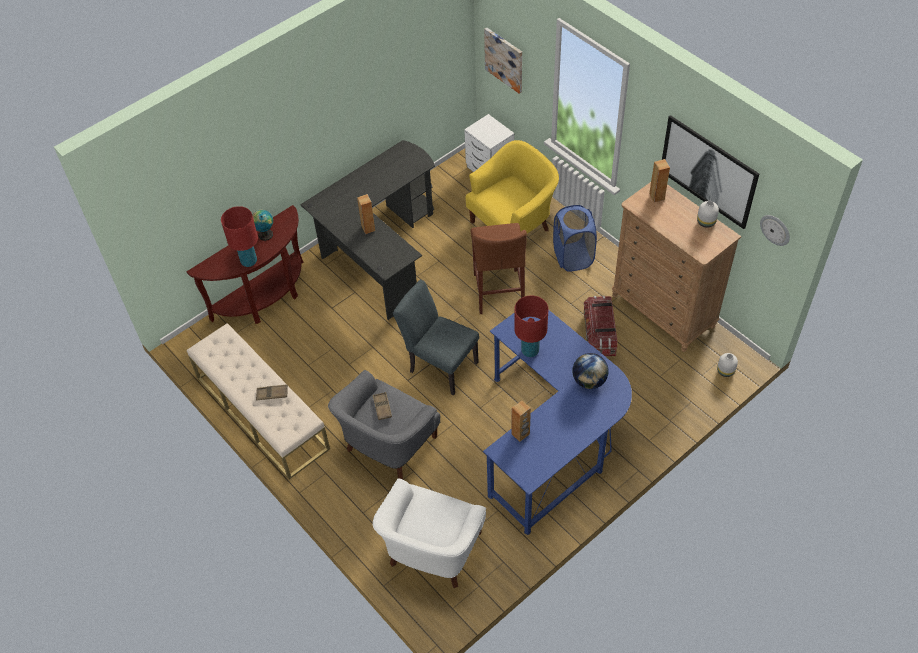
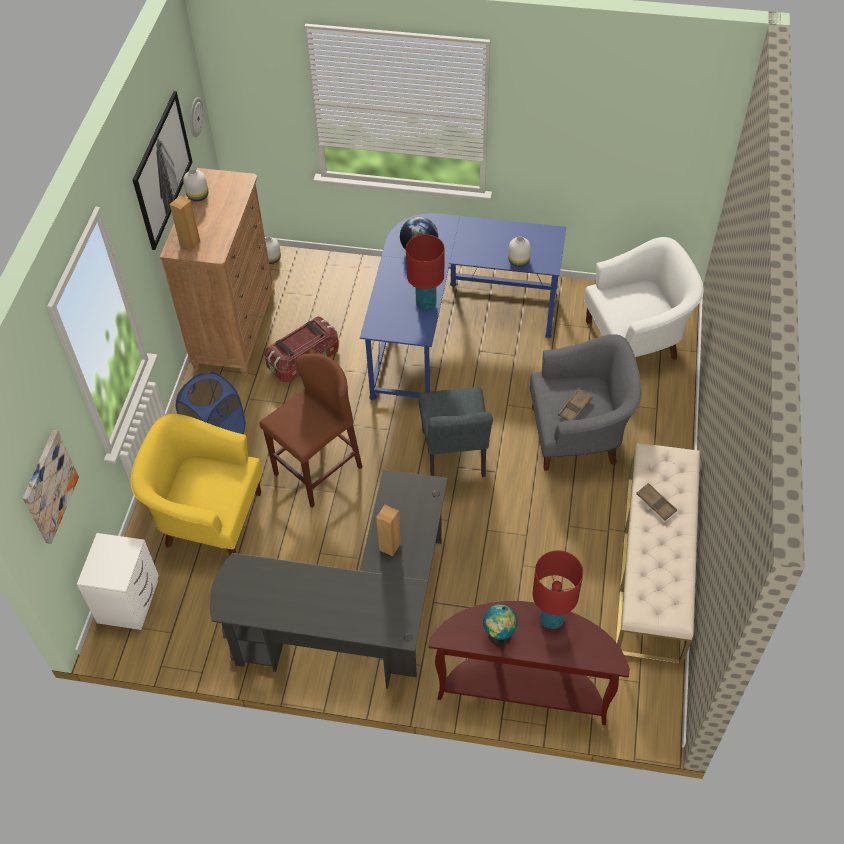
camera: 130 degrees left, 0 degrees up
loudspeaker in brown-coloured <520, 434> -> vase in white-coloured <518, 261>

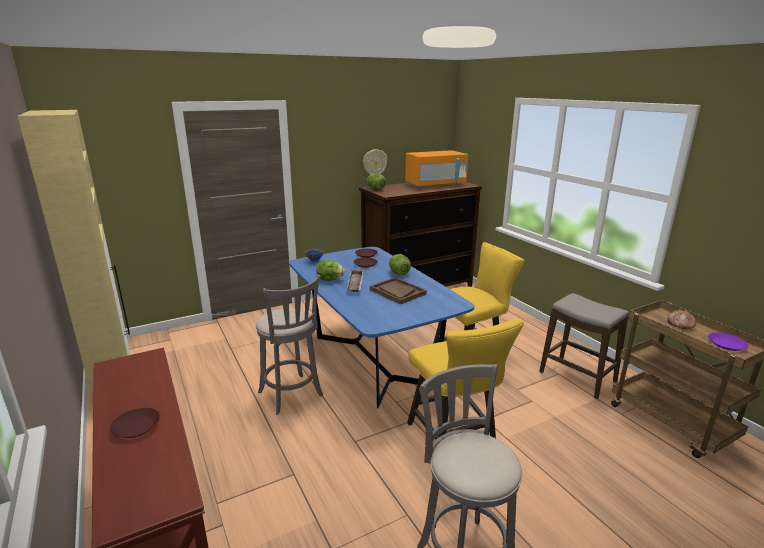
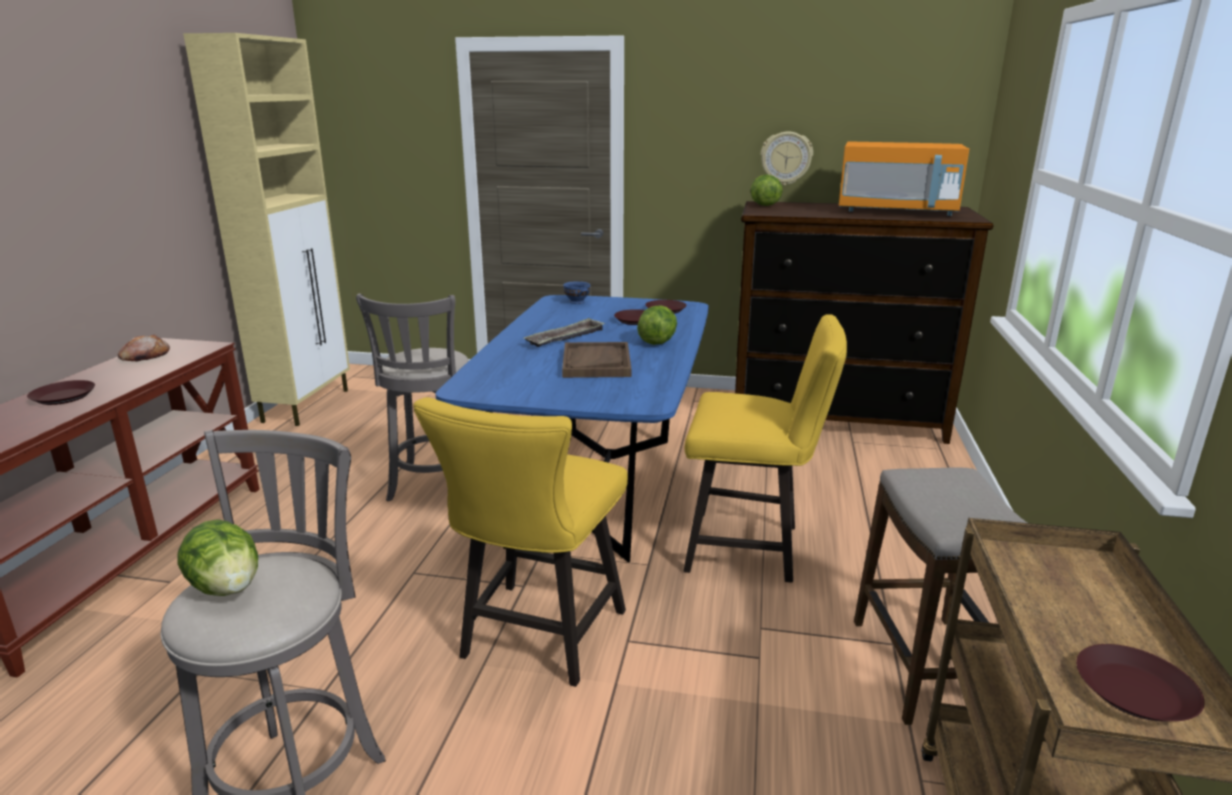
camera: 40 degrees right, 0 degrees up
lettuce head <329, 279> -> lettuce head <227, 587>, relocated
baked bread <680, 324> -> baked bread <145, 357>, relocated
plate in purplish <726, 344> -> plate in brown-coloured <1135, 691>

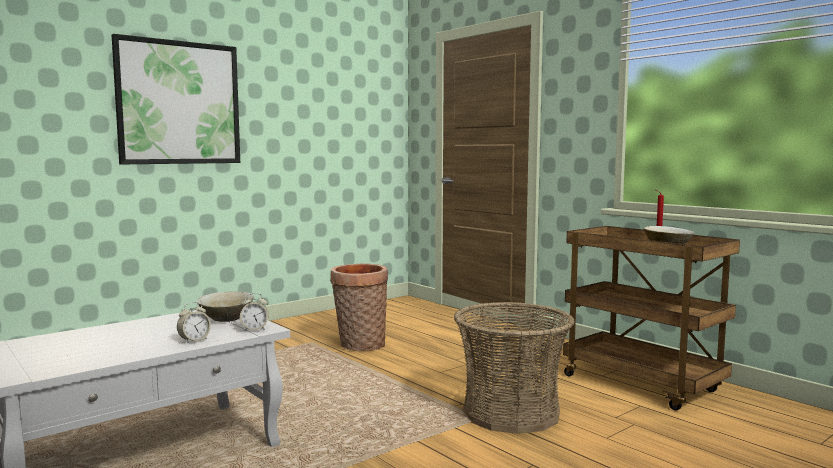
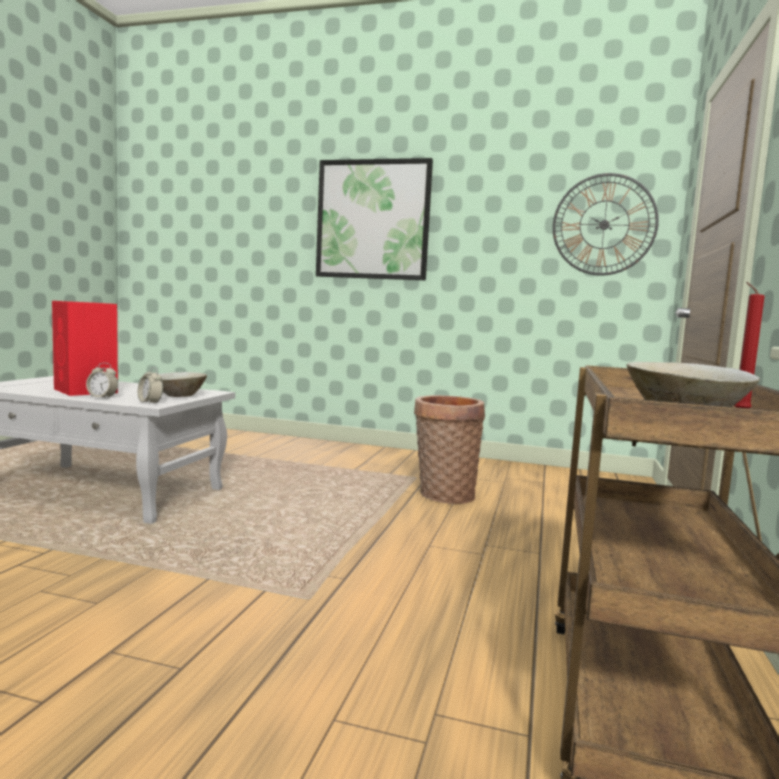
camera: 55 degrees right, 0 degrees up
household basket <511, 412> -> none
none -> loudspeaker in reddish <86, 391>
none -> wall clock <604, 224>

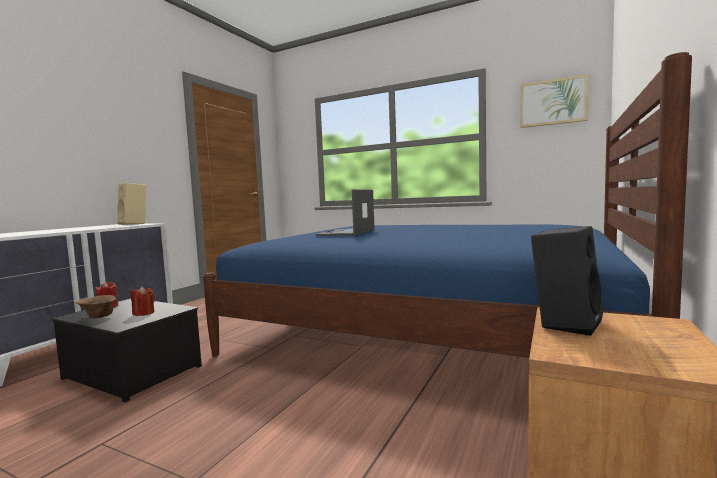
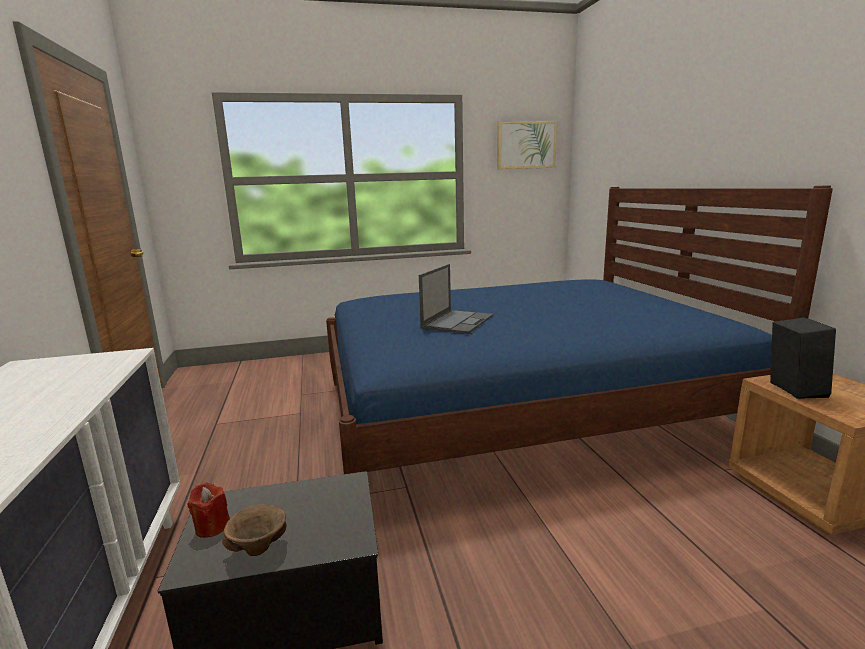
camera: 40 degrees left, 10 degrees up
loudspeaker in beige <134, 224> -> none
candle in reddish <143, 313> -> none
laptop <346, 233> -> laptop <458, 321>, 135 degrees counterclockwise

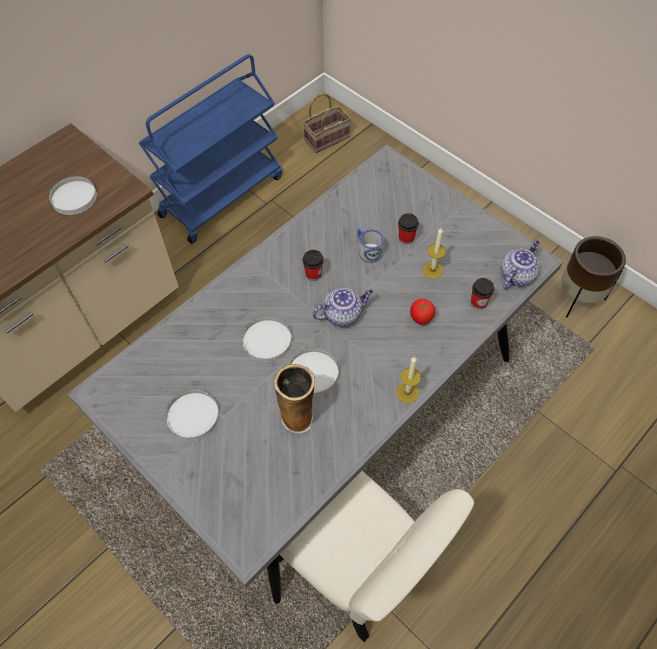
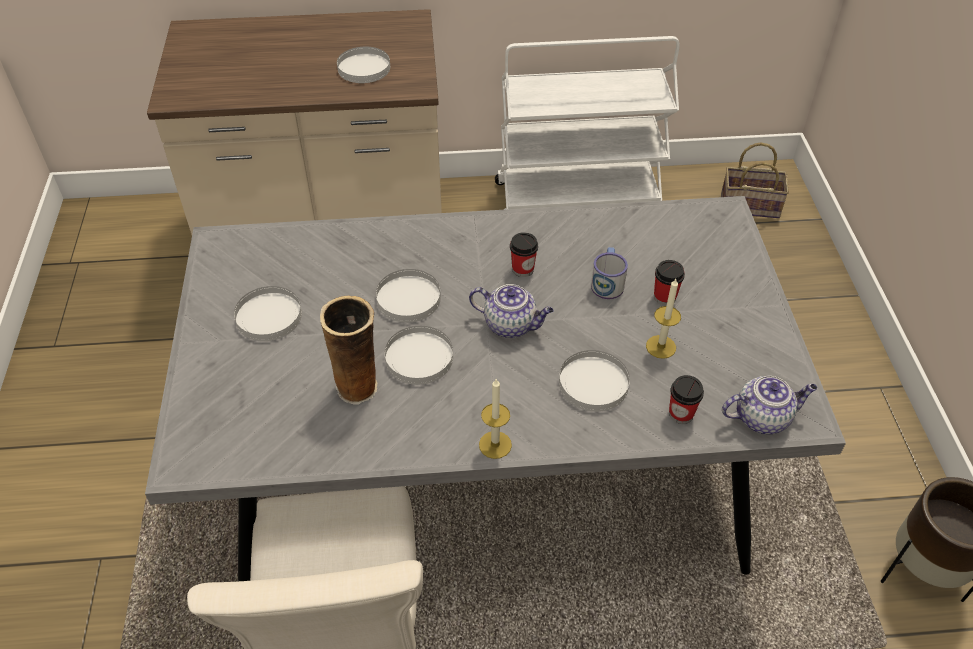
camera: 40 degrees right, 10 degrees down
tomato <420, 318> -> plate in white-coloured <593, 384>
trolley in blue <222, 195> -> trolley in white-coloured <578, 197>

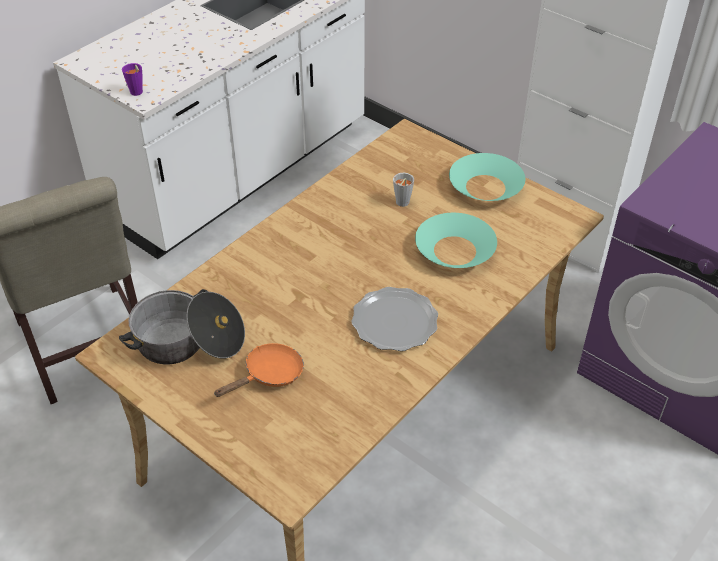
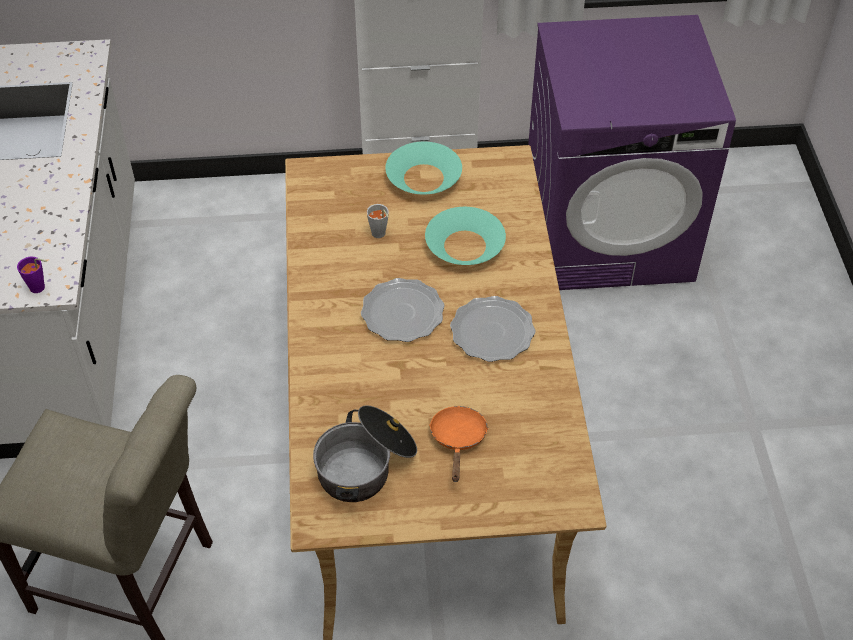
camera: 45 degrees left, 5 degrees up
none -> plate <403, 313>

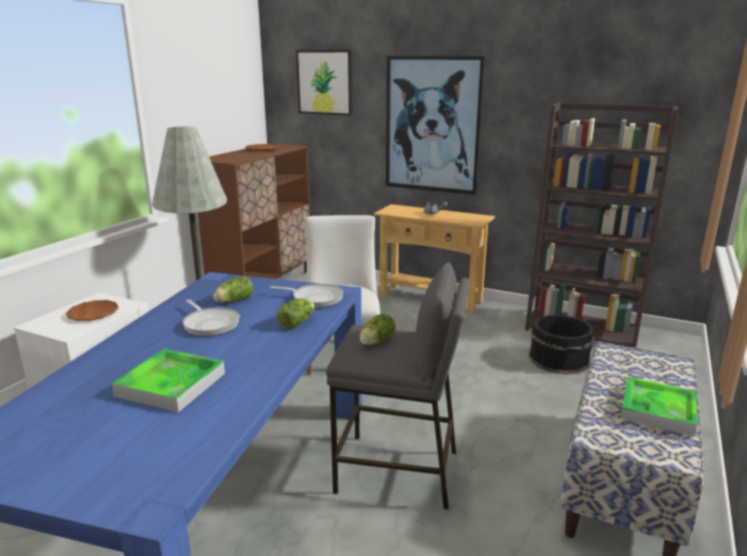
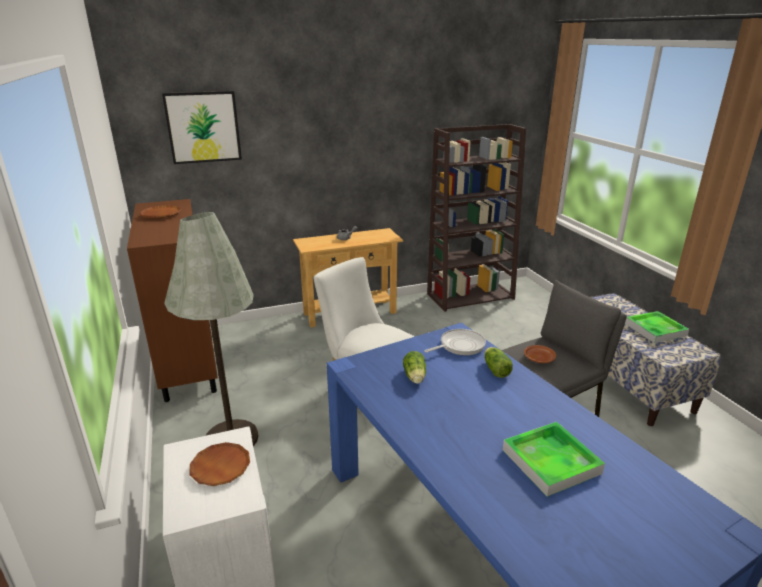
camera: 45 degrees left, 5 degrees up
skillet <210, 324> -> none
wall art <432, 125> -> none
pail in black <558, 359> -> none
lettuce head <375, 342> -> plate in brown-coloured <539, 358>

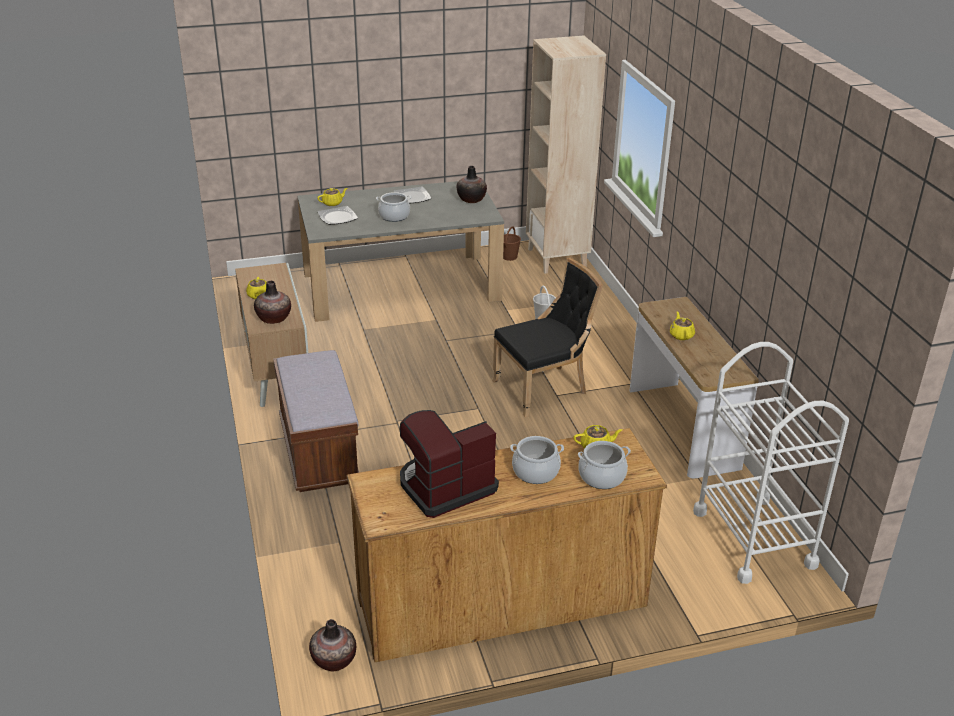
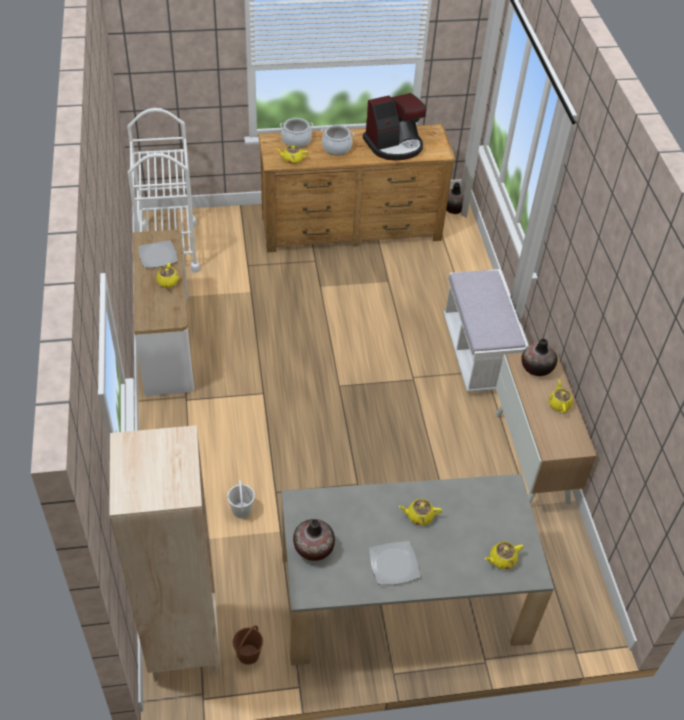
camera: 175 degrees left, 15 degrees up
upright chair in black <544, 388> -> none
plate <338, 217> -> plate <157, 256>, relocated
cooking pot <394, 216> -> pot for tea in yellow-coloured <419, 516>
long seat in brown-coloured <318, 452> -> long seat in white-coloured <478, 353>

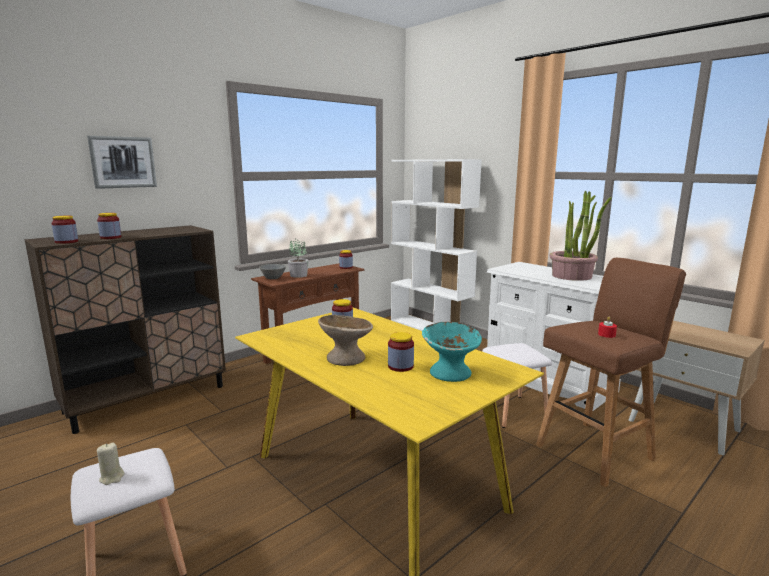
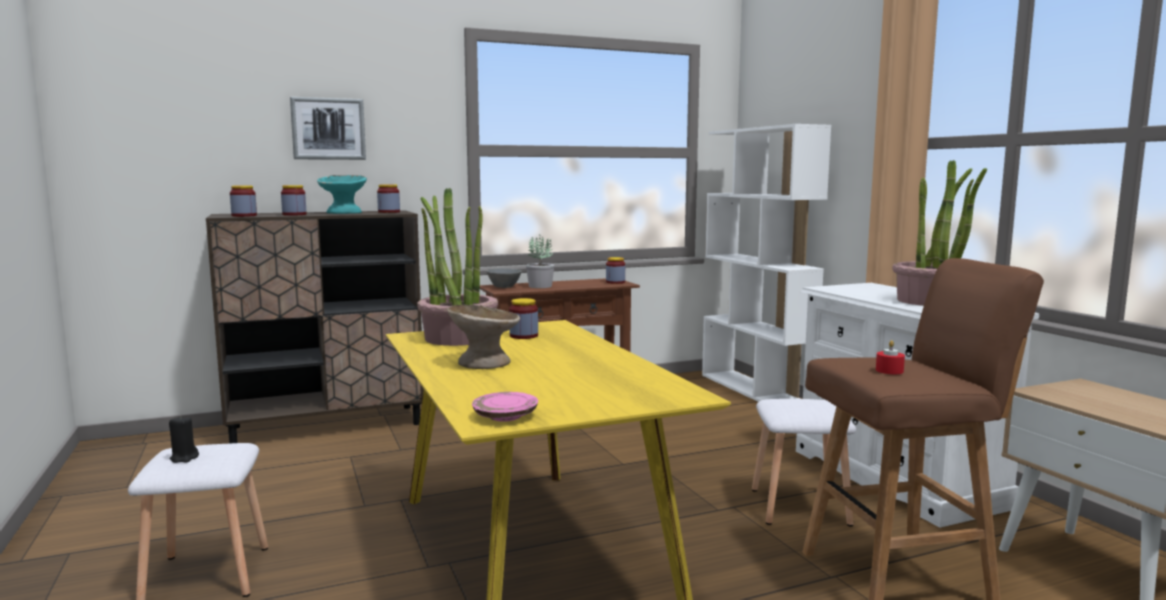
camera: 20 degrees right, 5 degrees down
none -> potted plant <458, 338>
none -> plate in pinkish <505, 416>
storage jar <400, 366> -> storage jar <389, 212>, relocated
deep dish in turquoise-coloured <450, 373> -> deep dish in turquoise-coloured <344, 213>, relocated
candle in beige <112, 477> -> candle in black <184, 458>

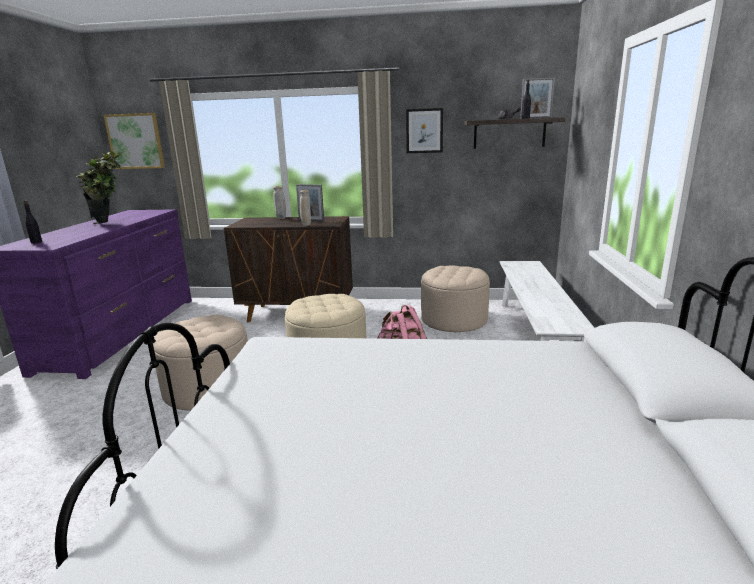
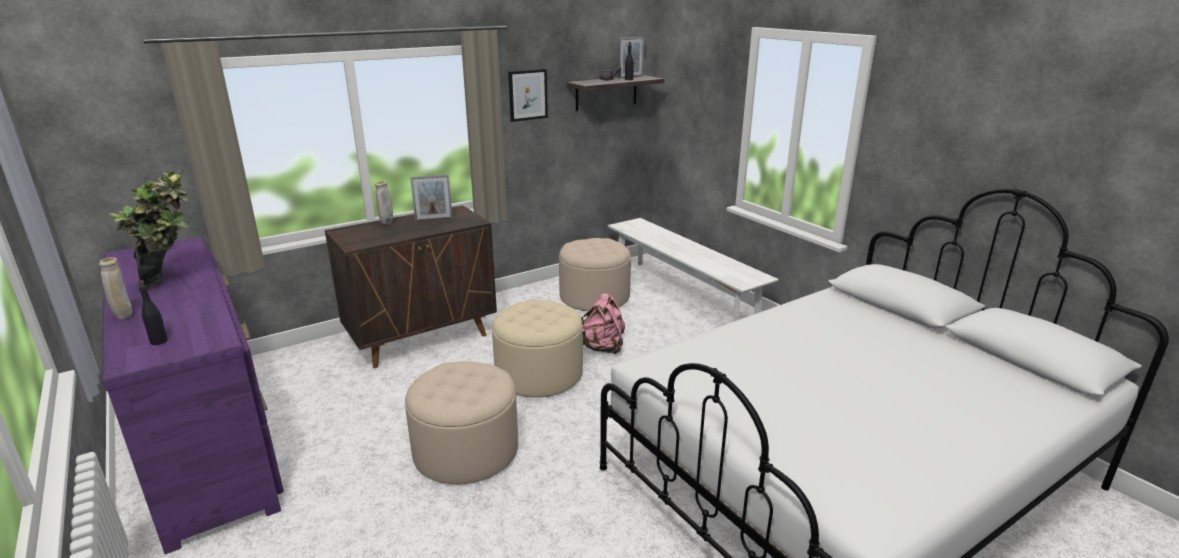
camera: 40 degrees left, 5 degrees up
wall art <135, 141> -> none
vase in beige <306, 225> -> vase in beige <124, 317>, relocated

